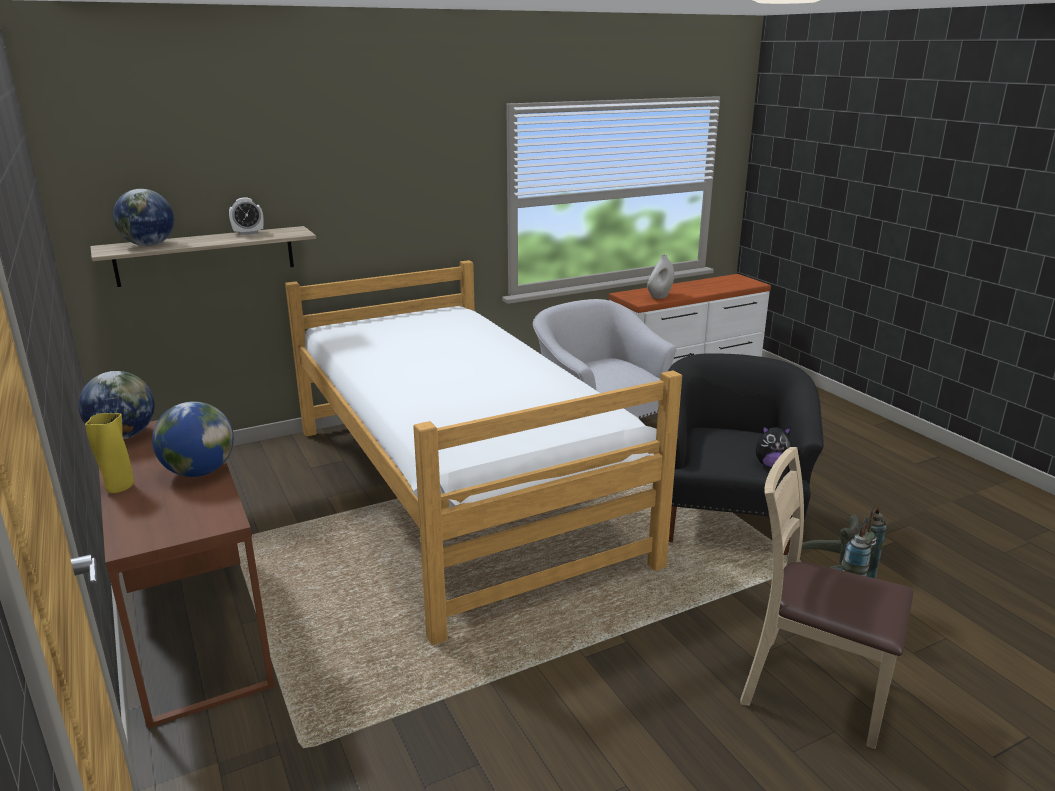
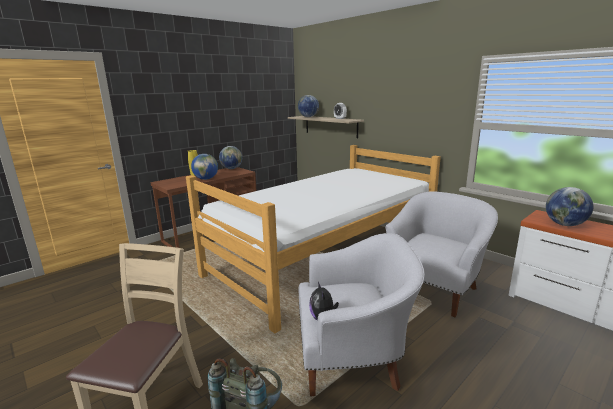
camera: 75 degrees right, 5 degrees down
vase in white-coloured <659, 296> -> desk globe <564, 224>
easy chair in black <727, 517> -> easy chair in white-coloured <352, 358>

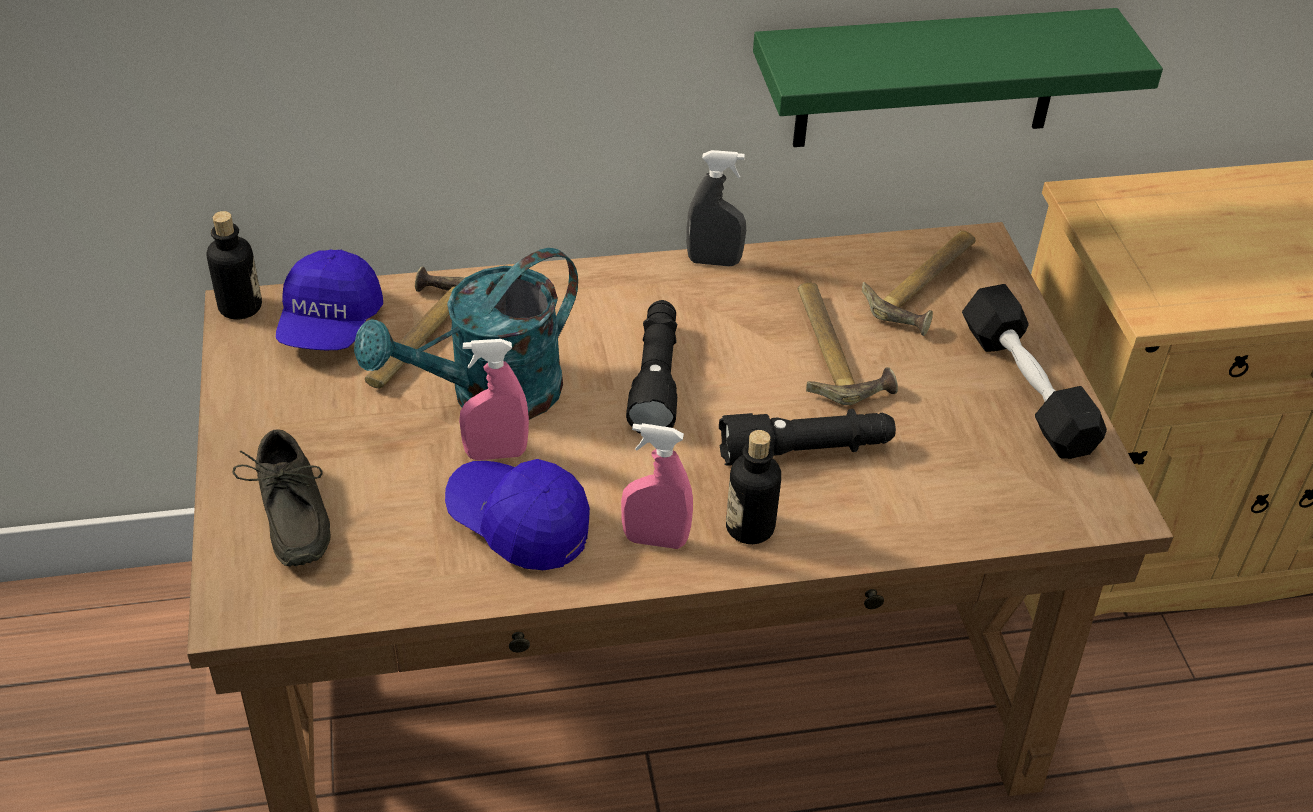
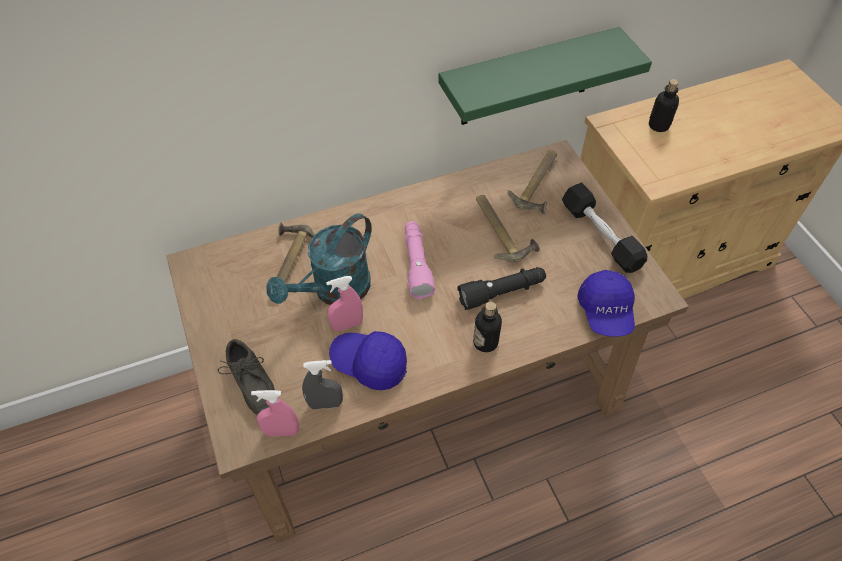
camera: 10 degrees left, 10 degrees up
drink bottle <240, 307> -> drink bottle <658, 125>, relocated
baseball cap in blue <330, 324> -> baseball cap in blue <605, 312>, relocated
sprayer in pinkish <655, 540> -> sprayer in pinkish <281, 431>, relocated
sprayer in greyish <714, 261> -> sprayer in greyish <325, 404>, relocated
flashlight in black <656, 378> -> flashlight in pinkish <416, 264>

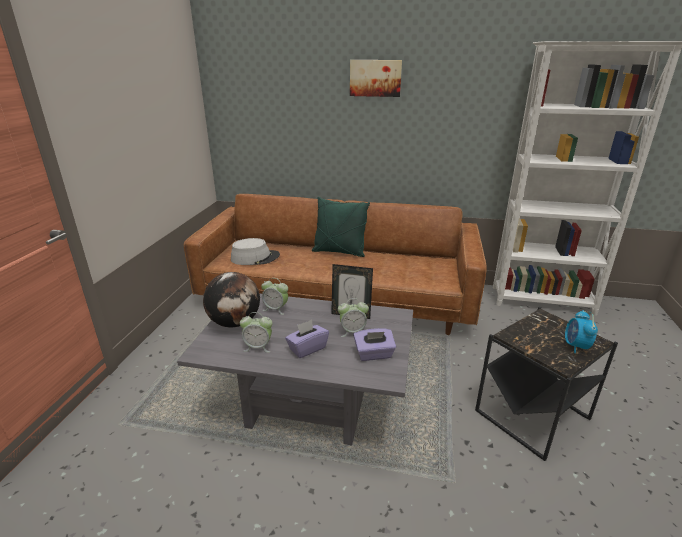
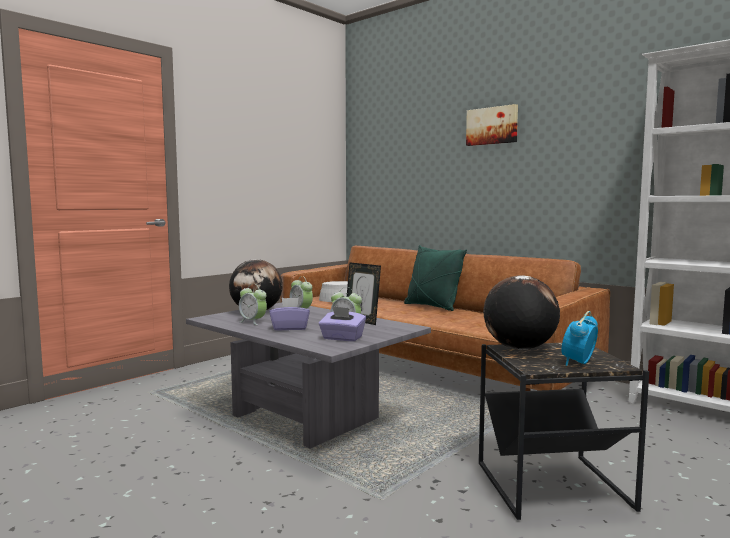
camera: 30 degrees right, 20 degrees down
none -> desk globe <519, 348>

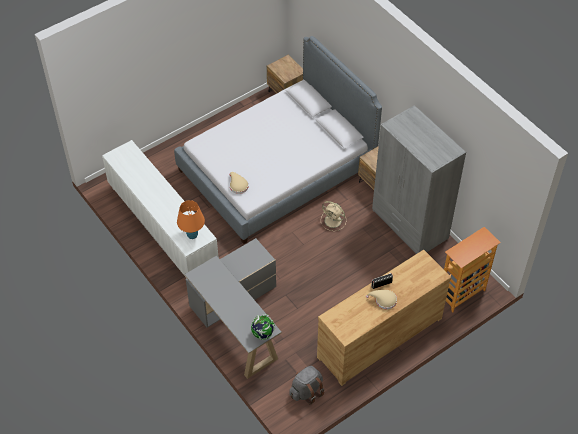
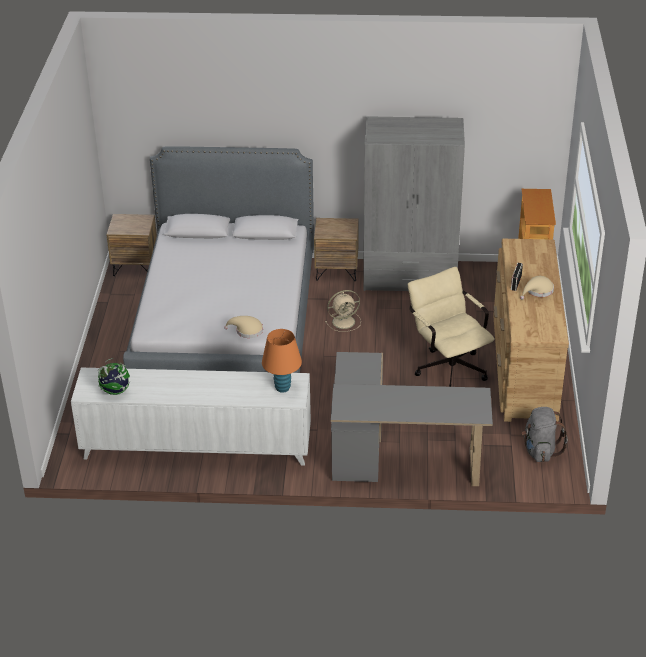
camera: 50 degrees left, 15 degrees down
none -> desk chair in beige <448, 366>
desk globe <262, 334> -> desk globe <116, 391>, relocated

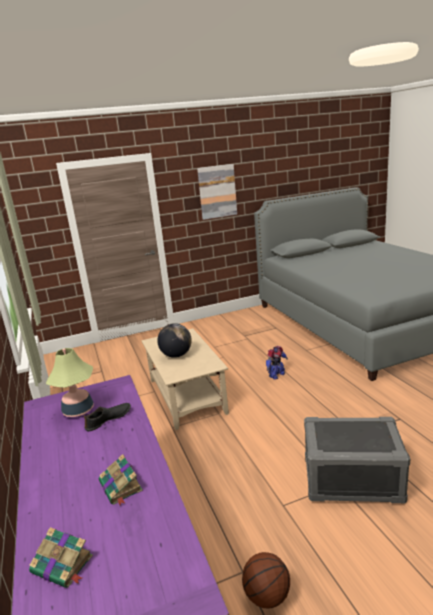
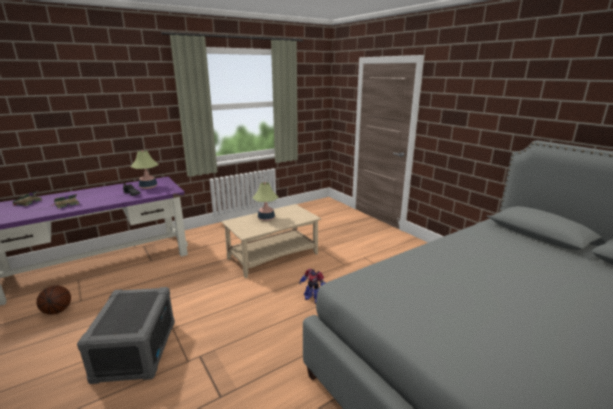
camera: 75 degrees right, 0 degrees up
wall art <217, 191> -> none
desk globe <176, 355> -> lamp for a table <266, 218>

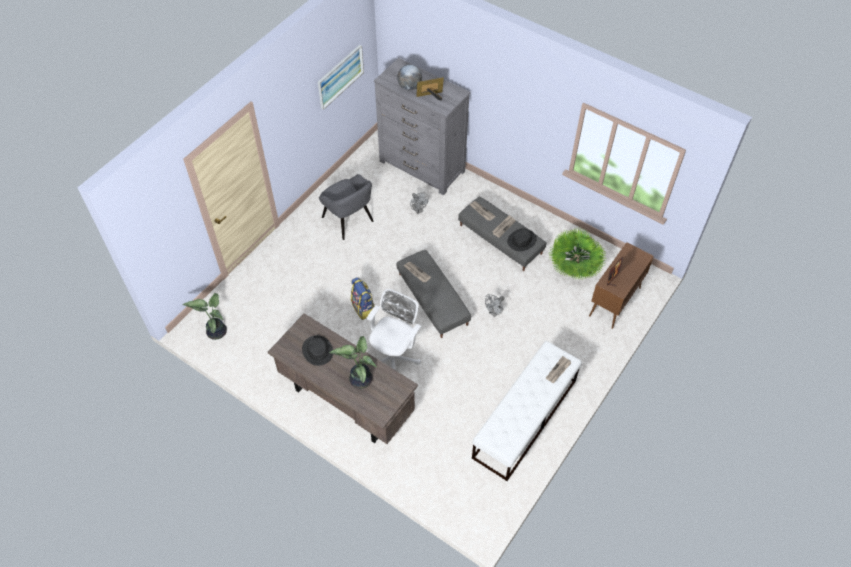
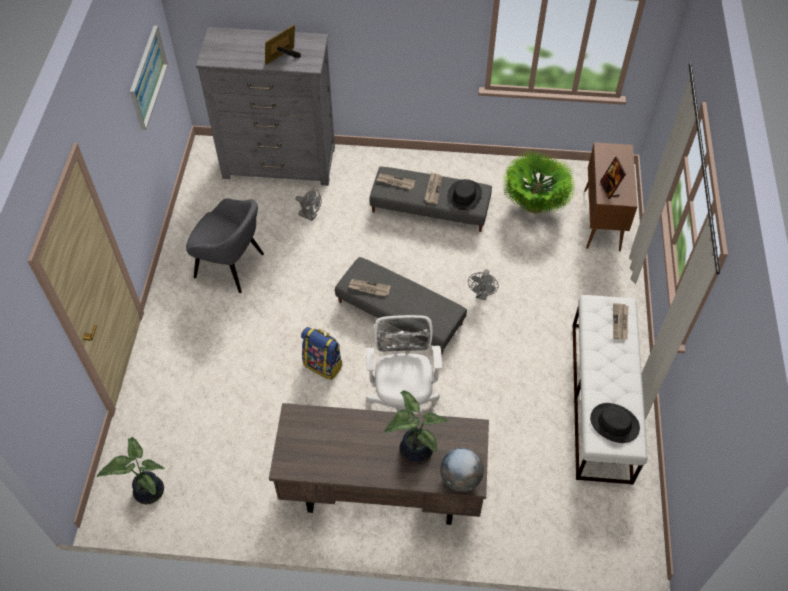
camera: 30 degrees left, 0 degrees up
hat in black <318, 351> -> hat in black <614, 423>, relocated
desk globe <409, 87> -> desk globe <460, 478>, relocated

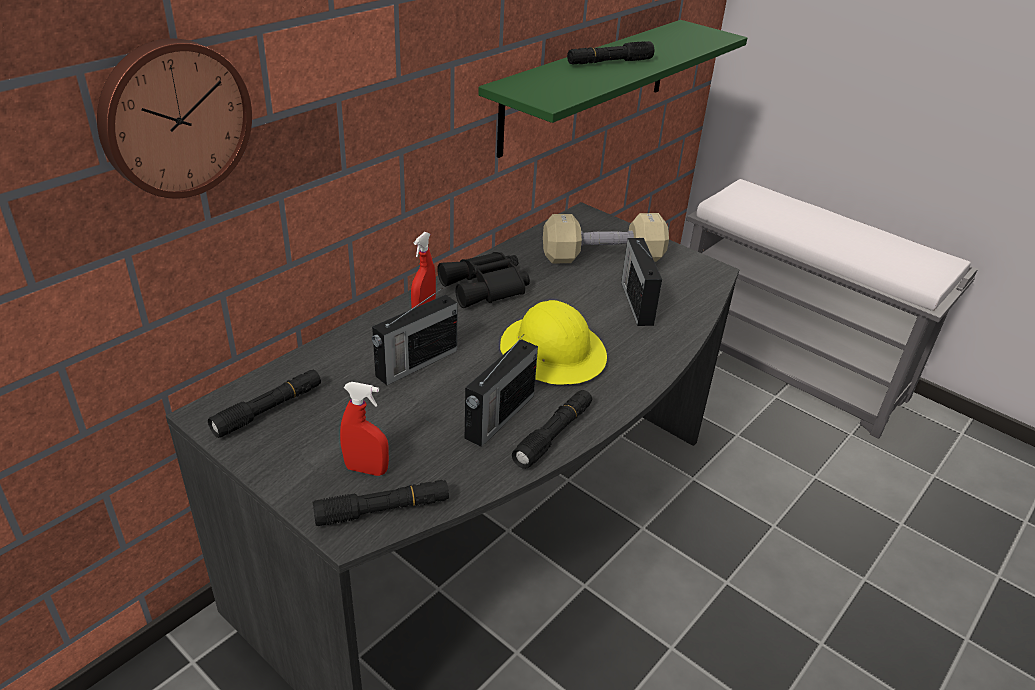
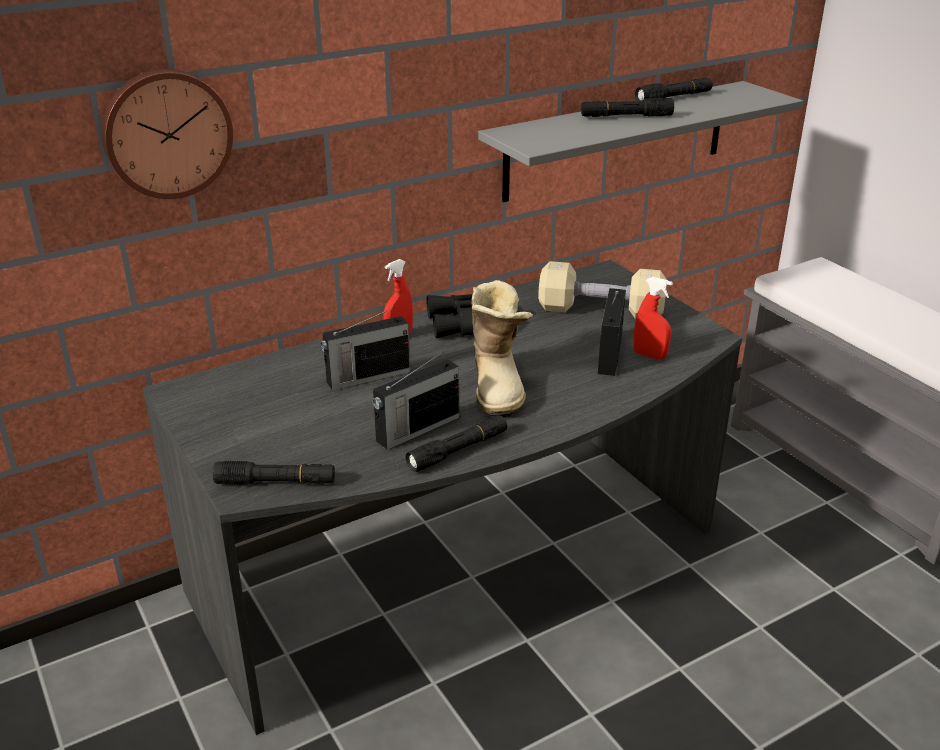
camera: 20 degrees right, 5 degrees down
flashlight in black <268, 410> -> flashlight in black <674, 98>, relocated
sprayer in reddish <366, 469> -> sprayer in reddish <650, 355>, relocated
safety helmet in yellow-coloured <553, 352> -> tall boot <499, 385>
wall shelf in green <588, 85> -> wall shelf in greyish <617, 140>

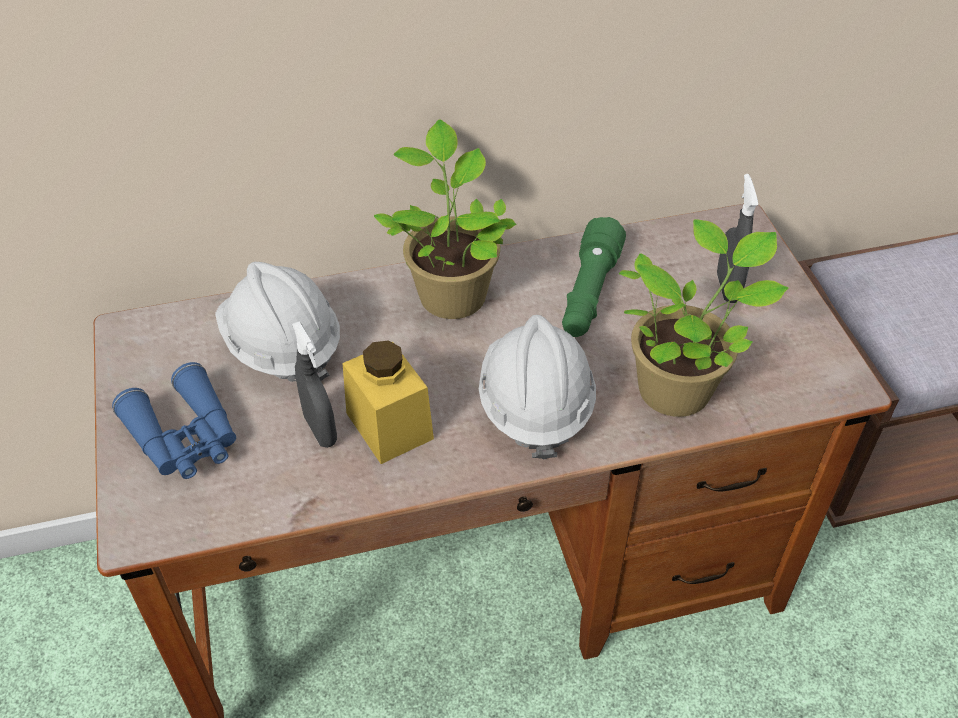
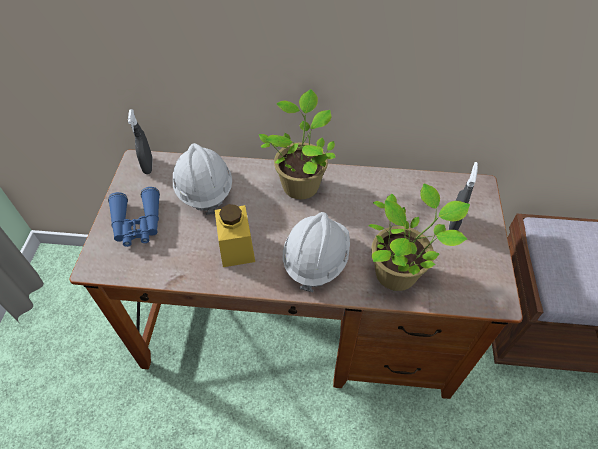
camera: 20 degrees right, 5 degrees up
flashlight in green <588, 294> -> none
sprayer in greyish <320, 430> -> sprayer in greyish <148, 166>, relocated

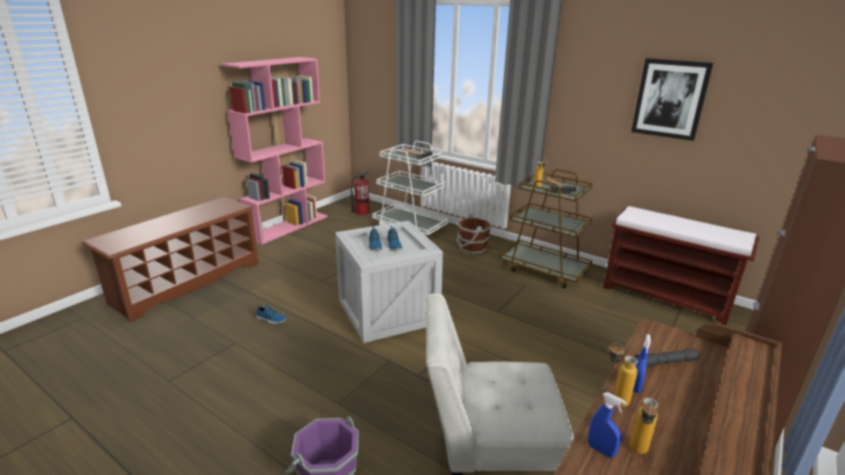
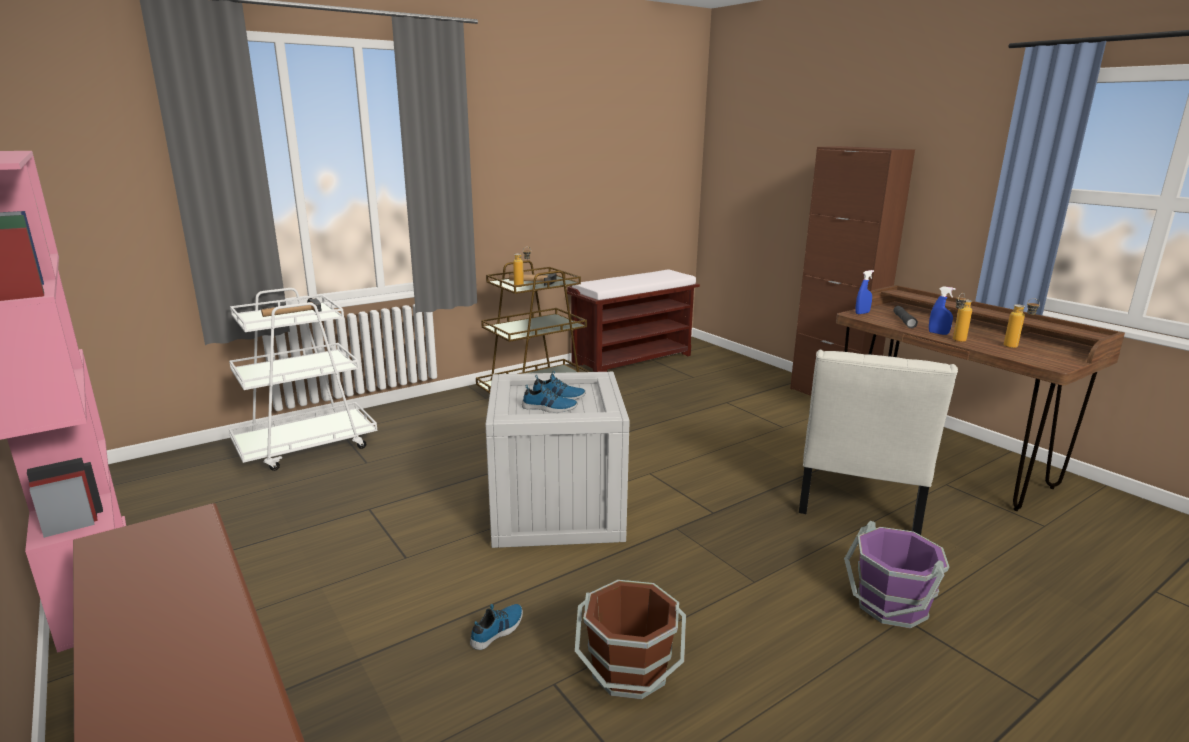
camera: 70 degrees left, 5 degrees down
fire extinguisher <362, 212> -> none
wall art <670, 99> -> none
pail in brown-coloured <472, 247> -> pail in brown-coloured <630, 671>, relocated
sprayer in blue <601, 450> -> sprayer in blue <862, 313>, relocated

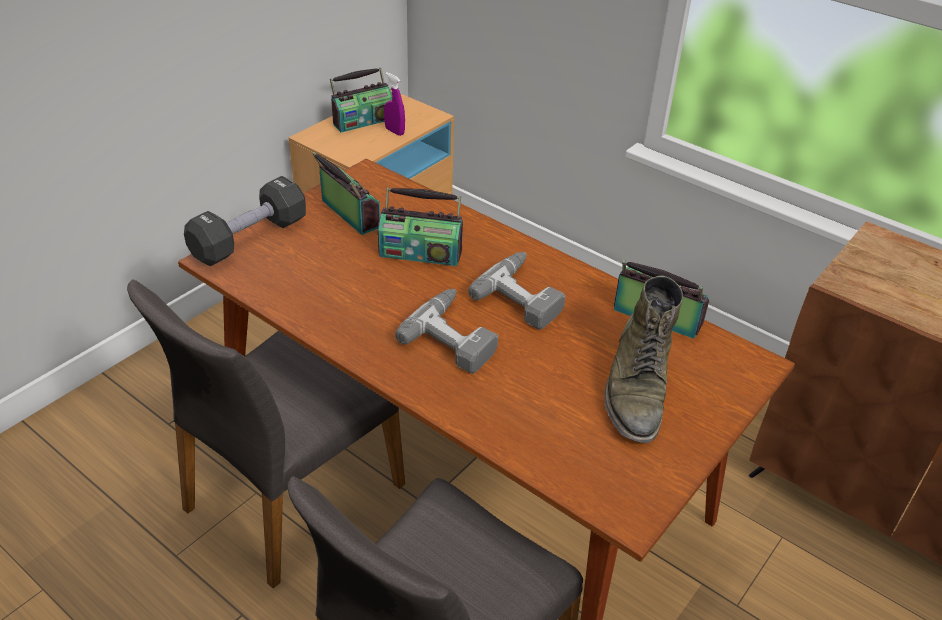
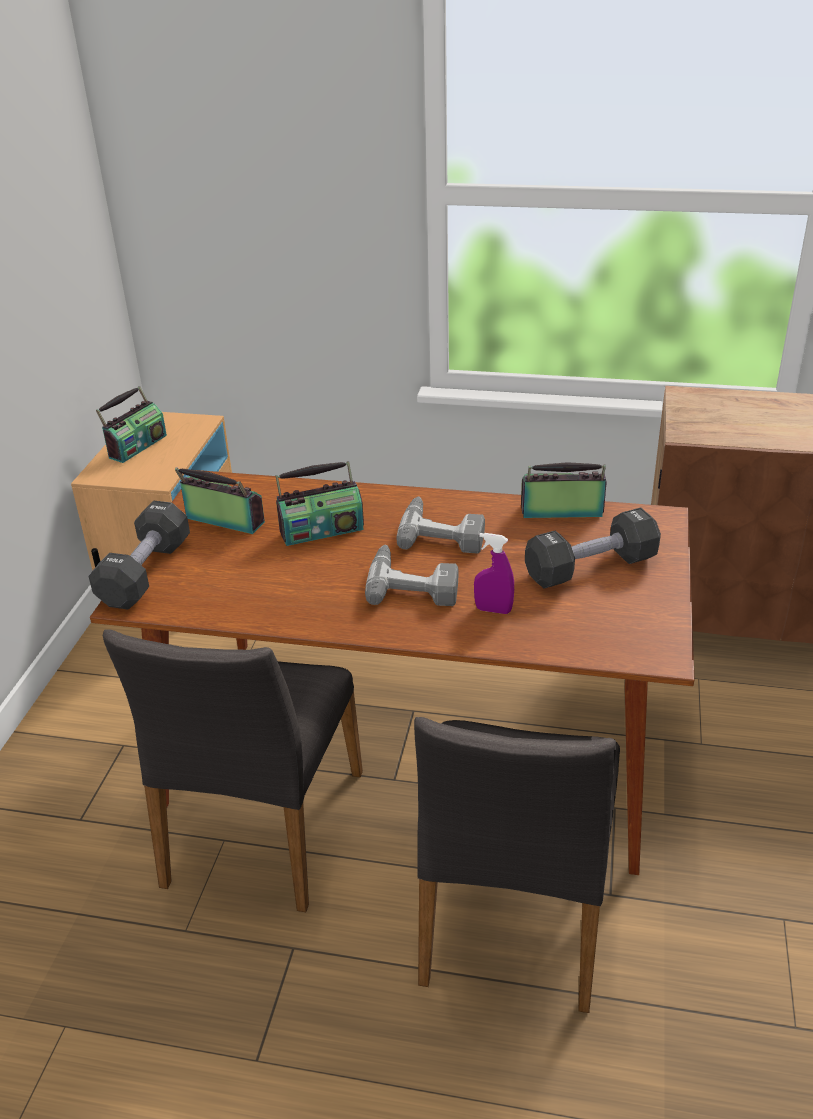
camera: 25 degrees left, 5 degrees down
sprayer in purplish <394, 131> -> sprayer in purplish <493, 610>, relocated
tall boot in green <636, 388> -> free weight in black <591, 568>

